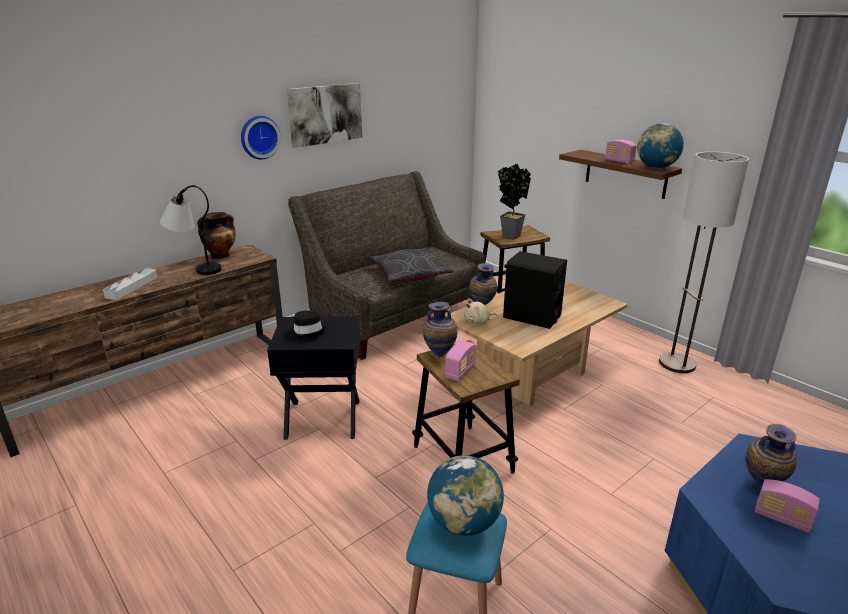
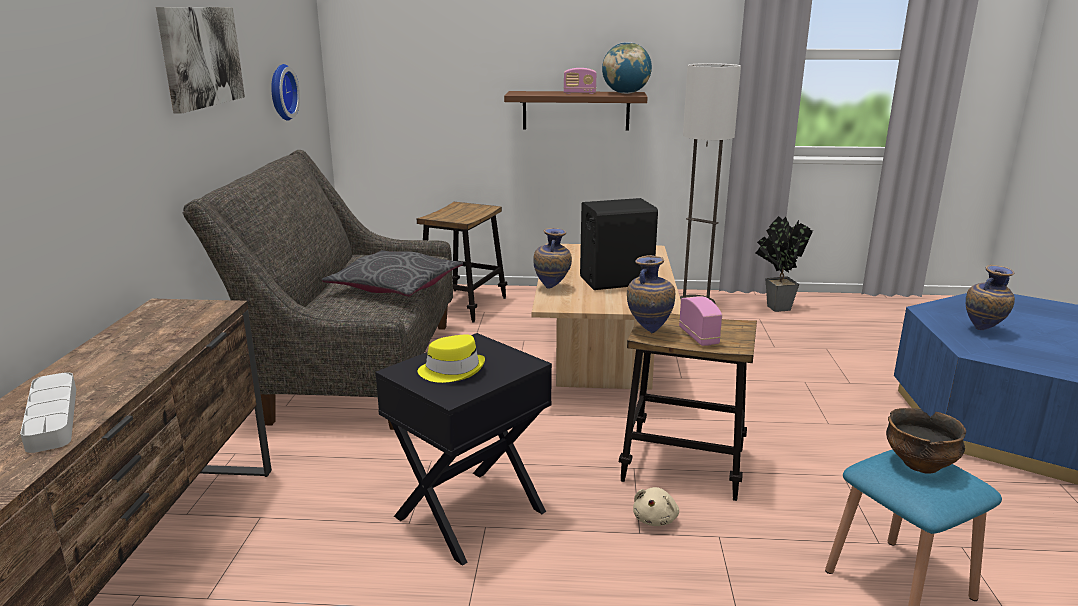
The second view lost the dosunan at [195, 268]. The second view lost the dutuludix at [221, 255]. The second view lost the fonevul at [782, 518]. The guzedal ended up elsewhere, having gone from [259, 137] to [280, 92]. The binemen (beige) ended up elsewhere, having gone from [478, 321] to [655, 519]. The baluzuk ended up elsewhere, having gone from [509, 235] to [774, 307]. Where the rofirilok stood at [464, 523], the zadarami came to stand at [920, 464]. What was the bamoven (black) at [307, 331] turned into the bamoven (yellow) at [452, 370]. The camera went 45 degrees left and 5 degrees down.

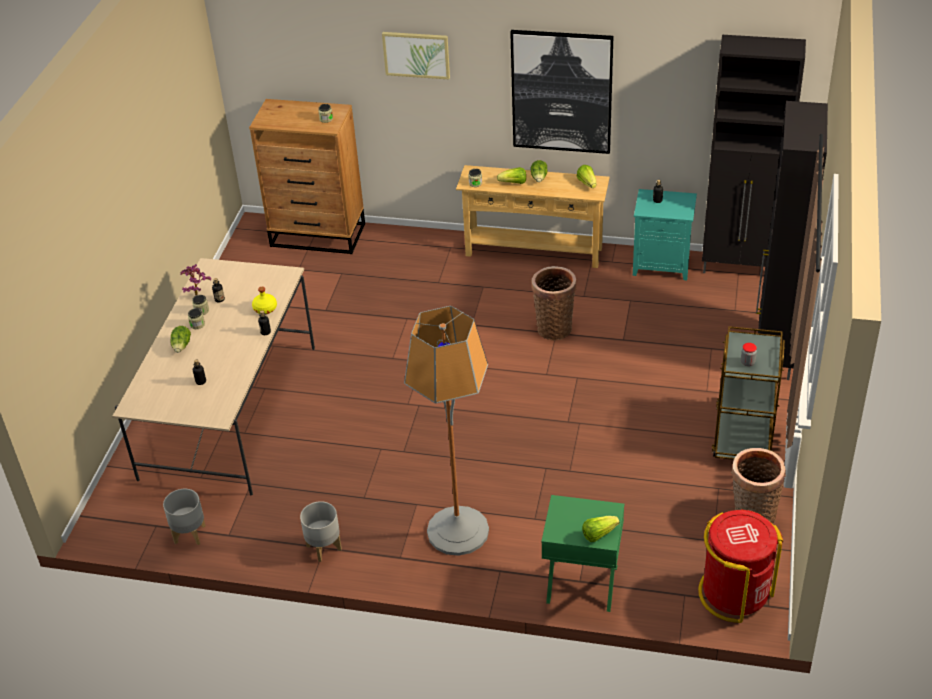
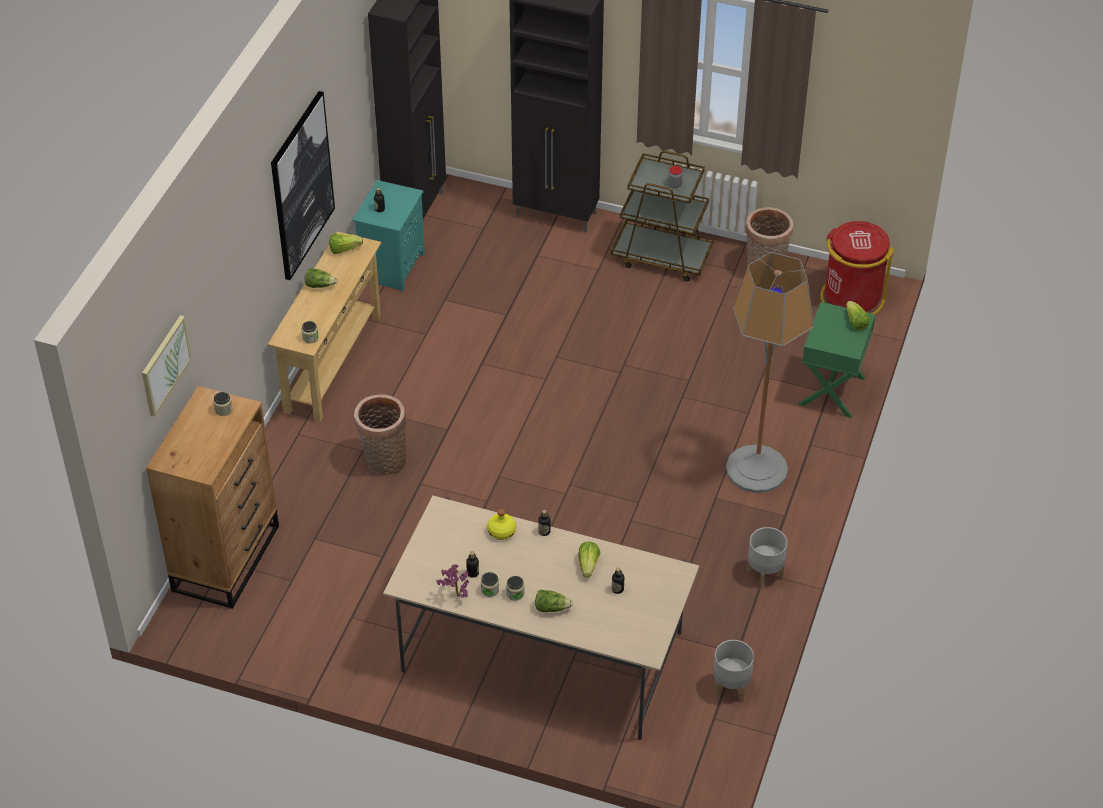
The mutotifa ended up elsewhere, having gone from [416, 54] to [165, 365]. The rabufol ended up elsewhere, having gone from [513, 183] to [588, 565]. The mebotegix ended up elsewhere, having gone from [554, 327] to [383, 461]. The camera went 85 degrees left and 5 degrees up.

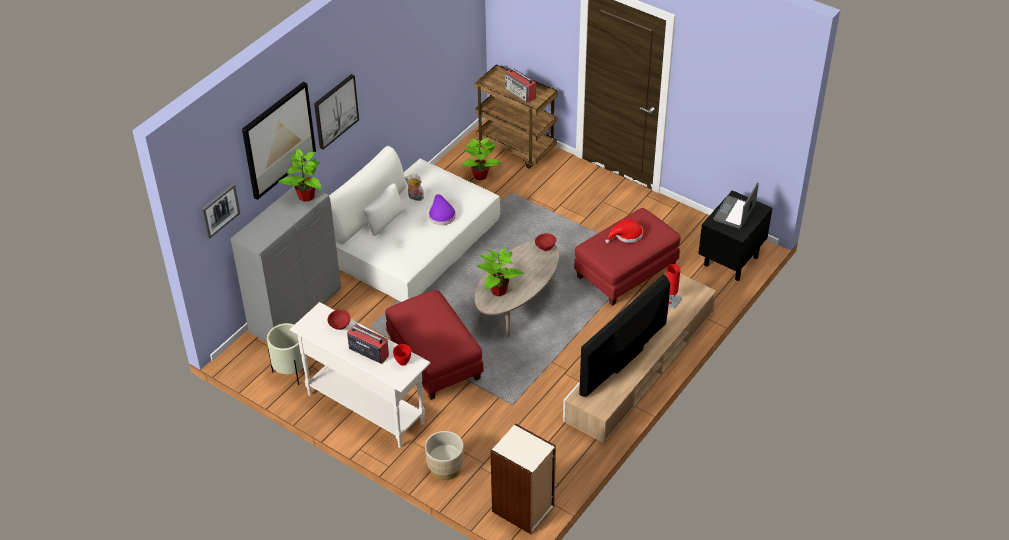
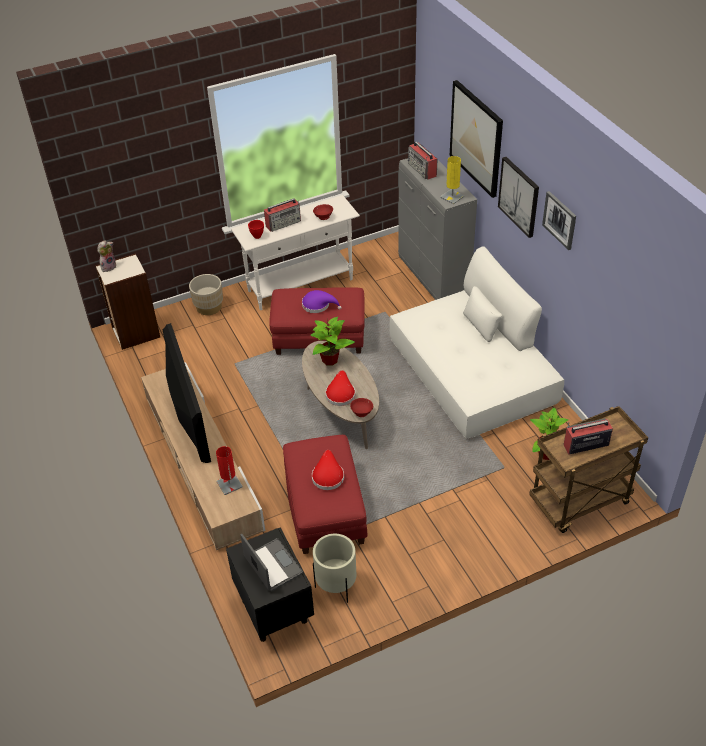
The second view gained the bamoven (red) at [340, 393]. The second view gained the fonevul at [422, 170]. The mutotifa ended up elsewhere, having gone from [219, 210] to [560, 220]. The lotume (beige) ended up elsewhere, having gone from [291, 372] to [336, 586]. The binemen ended up elsewhere, having gone from [415, 197] to [108, 266]. The bamoven (purple) ended up elsewhere, having gone from [441, 215] to [318, 305]. Where the baluzuk stood at [306, 196], the dosunan (yellow) came to stand at [452, 197]. The camera went 120 degrees right and 0 degrees up.

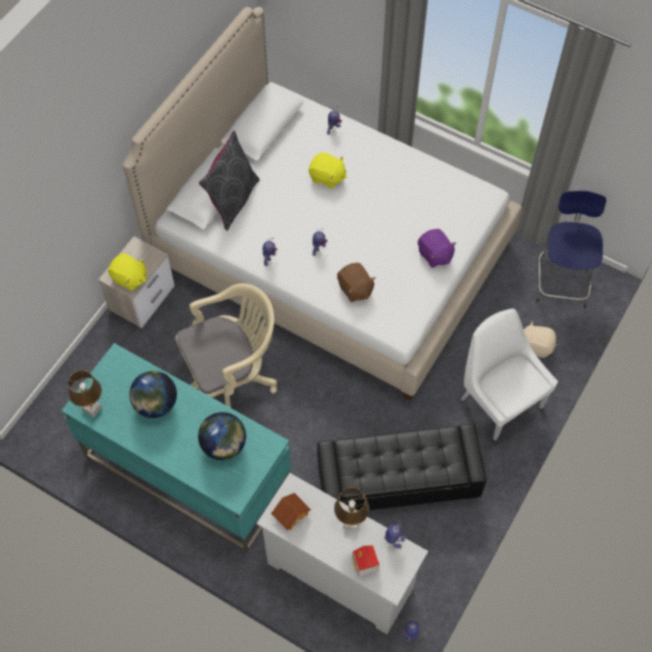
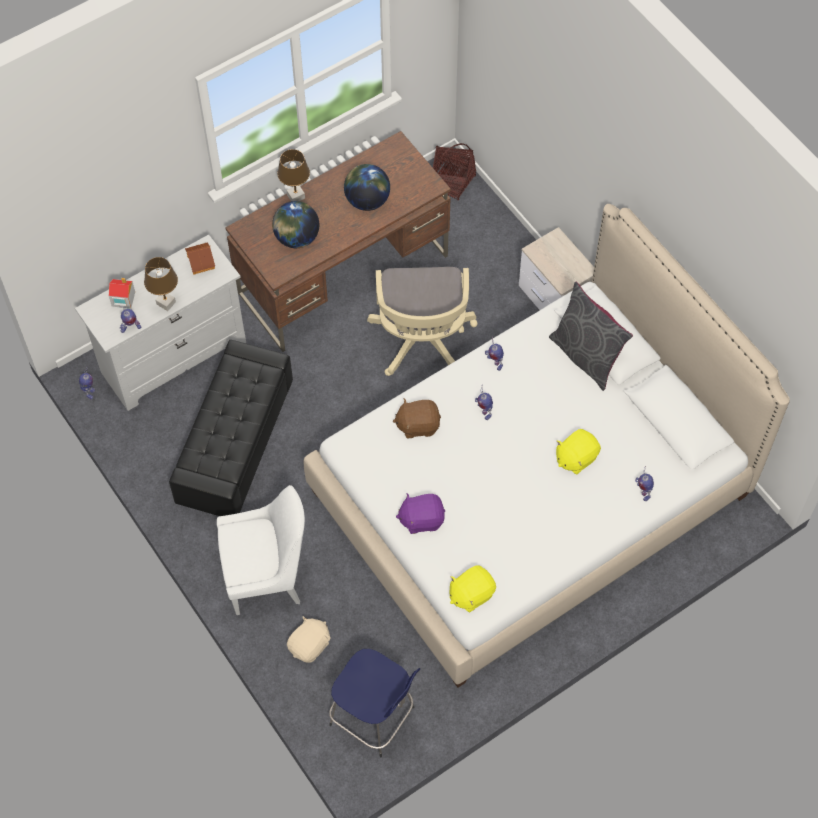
The second view gained the mebotegix at [451, 181]. The dosunan (brown) ended up elsewhere, having gone from [92, 409] to [296, 196]. The binemen (yellow) ended up elsewhere, having gone from [129, 278] to [471, 594]. What was the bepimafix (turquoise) at [186, 470] turned into the bepimafix (brown) at [344, 274]. The camera went 115 degrees right and 0 degrees up.

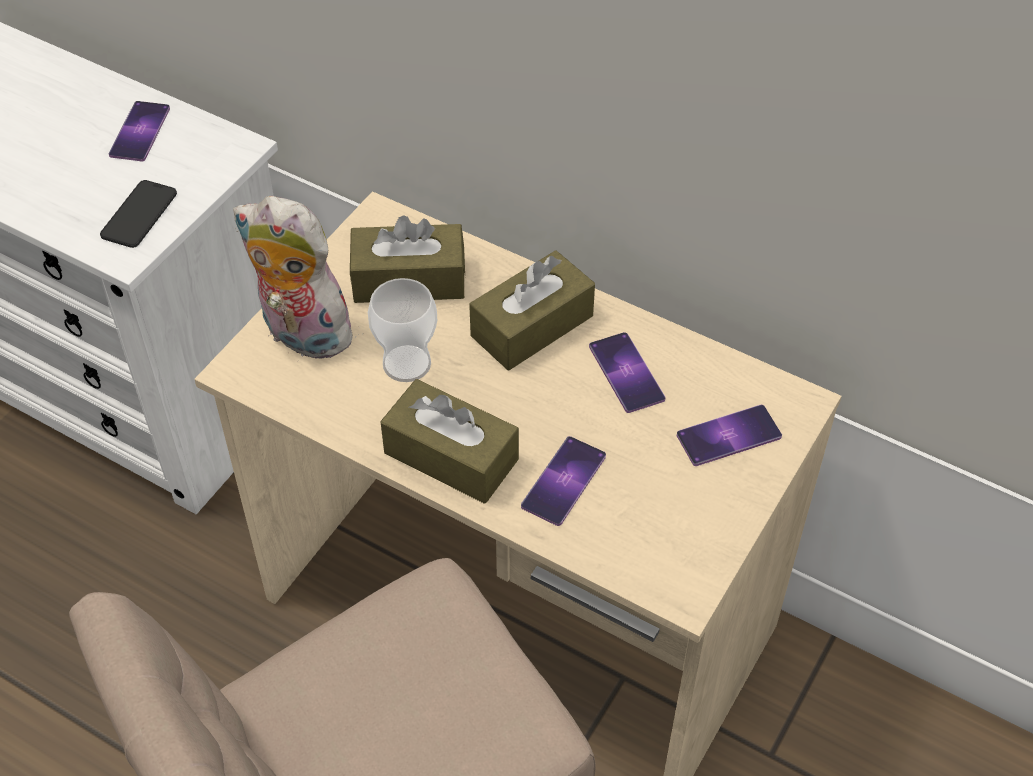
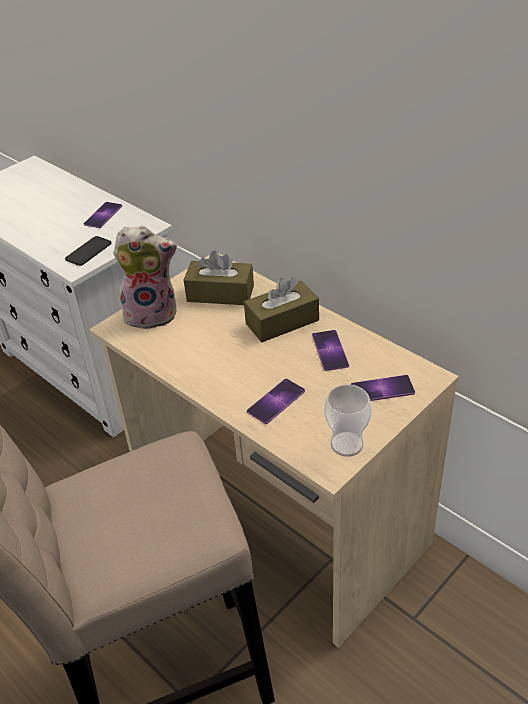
The second view lost the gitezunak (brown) at [451, 456]. The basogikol ended up elsewhere, having gone from [407, 363] to [347, 444]. The binemen at [301, 335] ended up facing another way, 135 degrees clockwise from before. The camera went 15 degrees right and 10 degrees down.

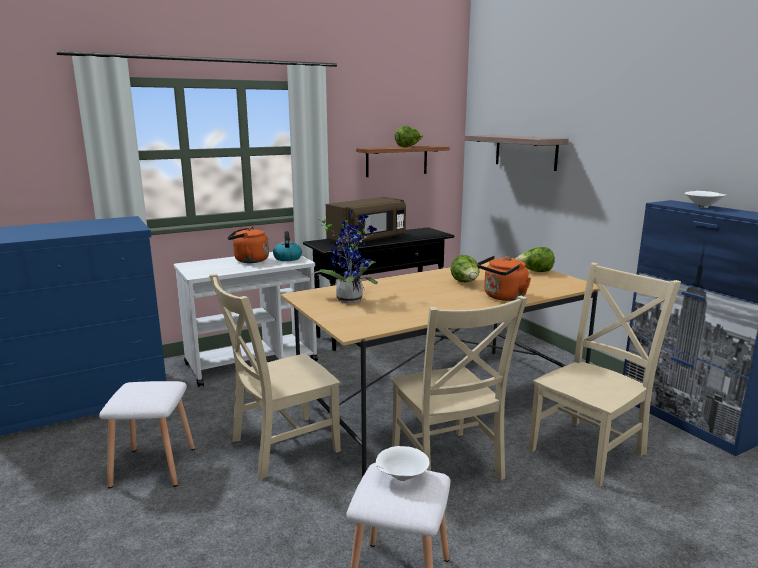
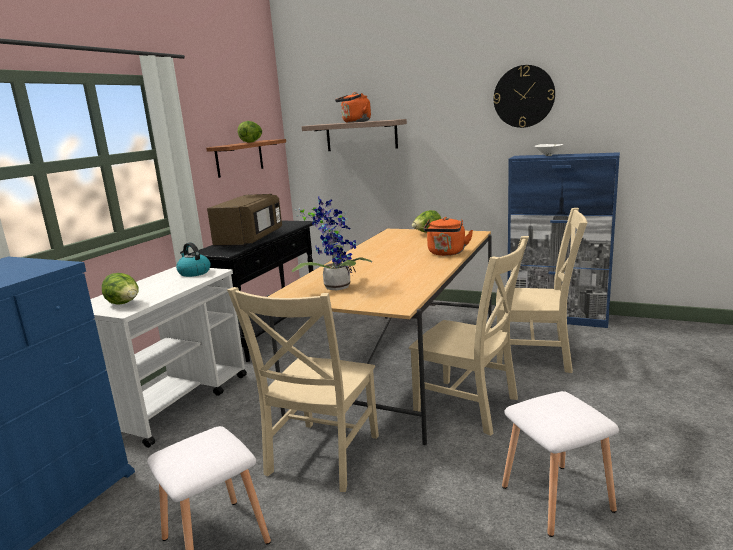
The second view lost the zadarami (white) at [401, 477]. The second view gained the guzedal at [524, 96]. The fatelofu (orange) ended up elsewhere, having gone from [249, 260] to [355, 122]. The rabufol ended up elsewhere, having gone from [465, 283] to [124, 304]. The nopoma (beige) at [590, 450] ended up facing another way, 90 degrees clockwise from before. The camera went 35 degrees left and 0 degrees up.

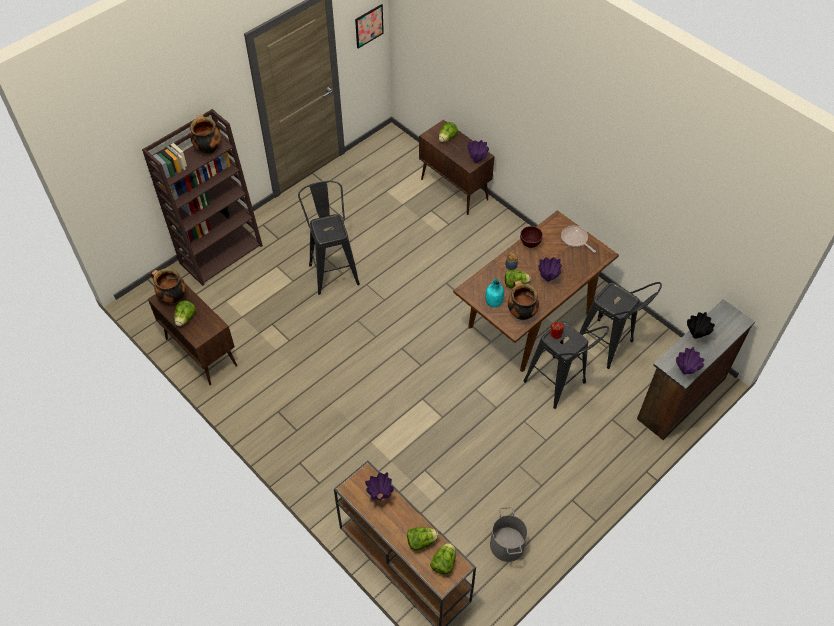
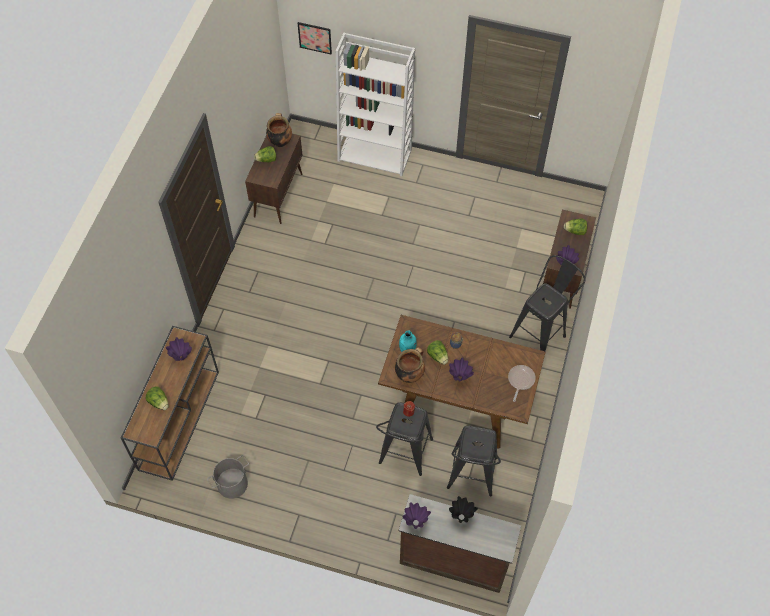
The second view lost the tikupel at [208, 148]. The second view lost the rabufol at [443, 563]. The second view lost the zadarami (brown) at [529, 245]. The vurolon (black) ended up elsewhere, having gone from [333, 270] to [541, 333]. The mutotifa ended up elsewhere, having gone from [369, 26] to [315, 37]. What was the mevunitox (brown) at [221, 253] turned into the mevunitox (white) at [375, 155]. The camera went 60 degrees right and 5 degrees up.

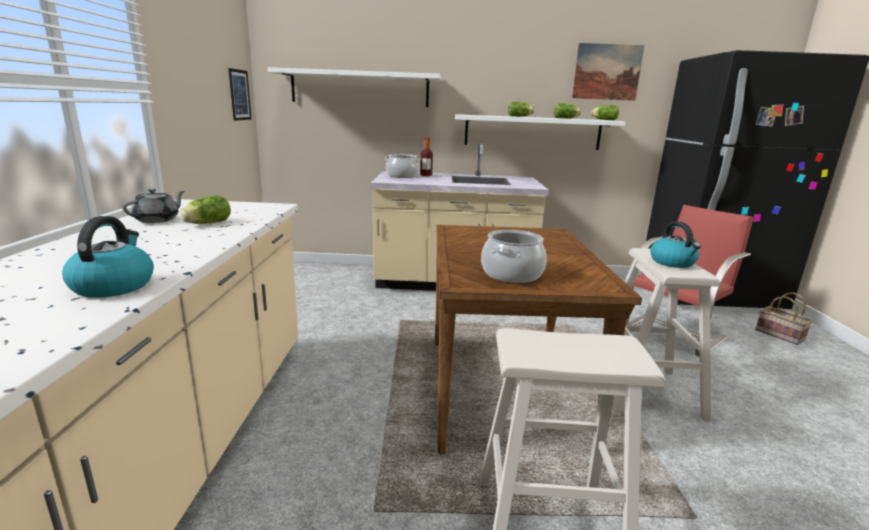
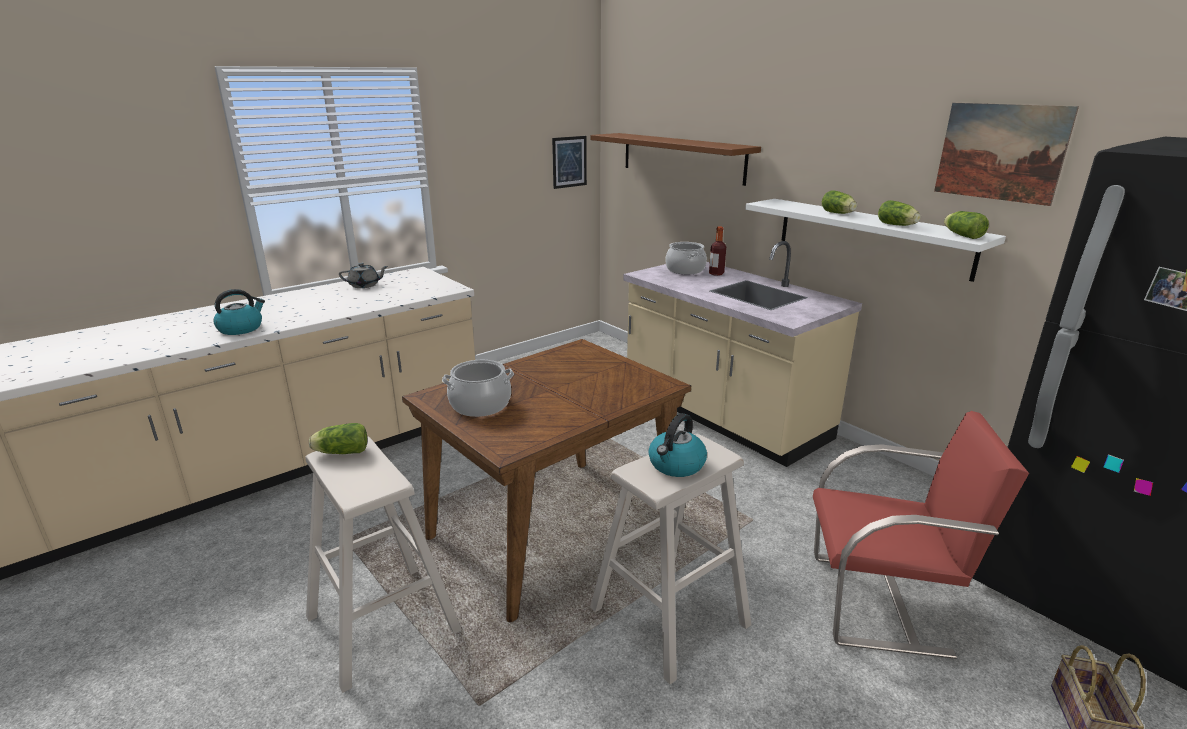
The rabufol ended up elsewhere, having gone from [206, 223] to [340, 452]. What was the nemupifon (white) at [360, 88] turned into the nemupifon (brown) at [681, 157]. The camera went 50 degrees right and 5 degrees up.

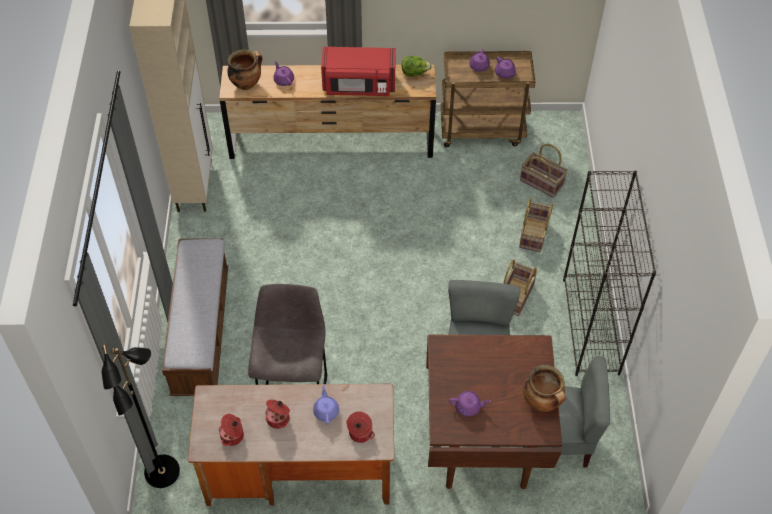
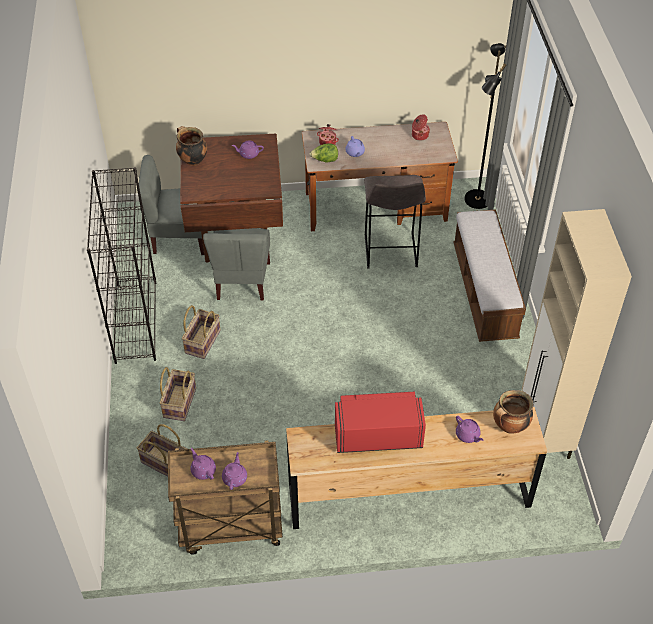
The second view lost the tikupel at [278, 418]. The rabufol ended up elsewhere, having gone from [415, 73] to [325, 160]. The camera went 175 degrees right and 5 degrees down.

